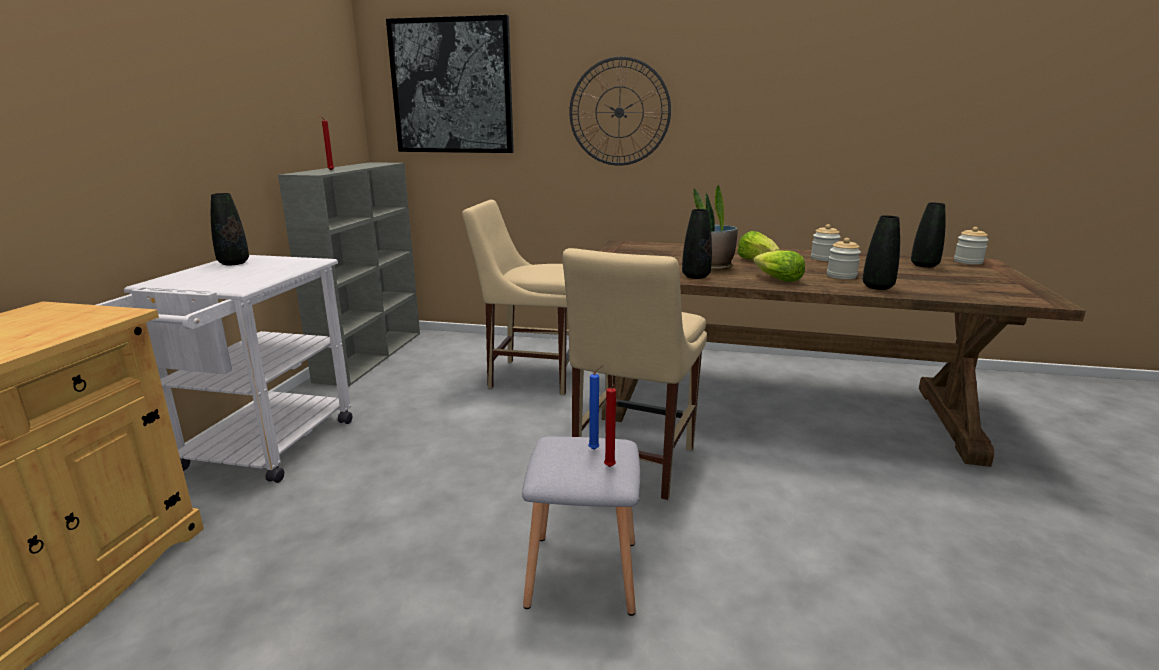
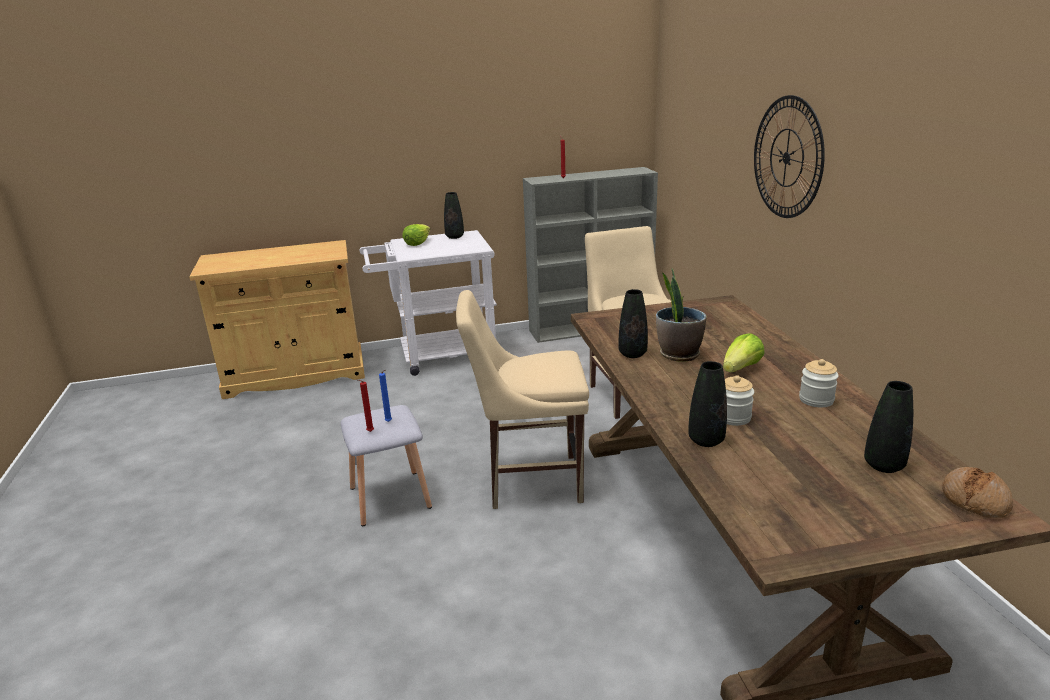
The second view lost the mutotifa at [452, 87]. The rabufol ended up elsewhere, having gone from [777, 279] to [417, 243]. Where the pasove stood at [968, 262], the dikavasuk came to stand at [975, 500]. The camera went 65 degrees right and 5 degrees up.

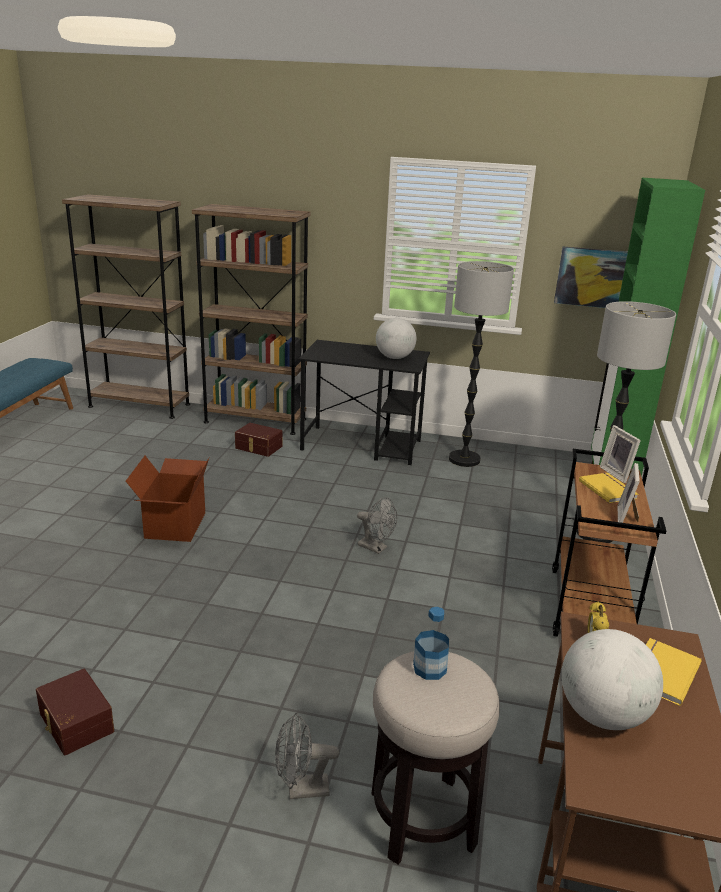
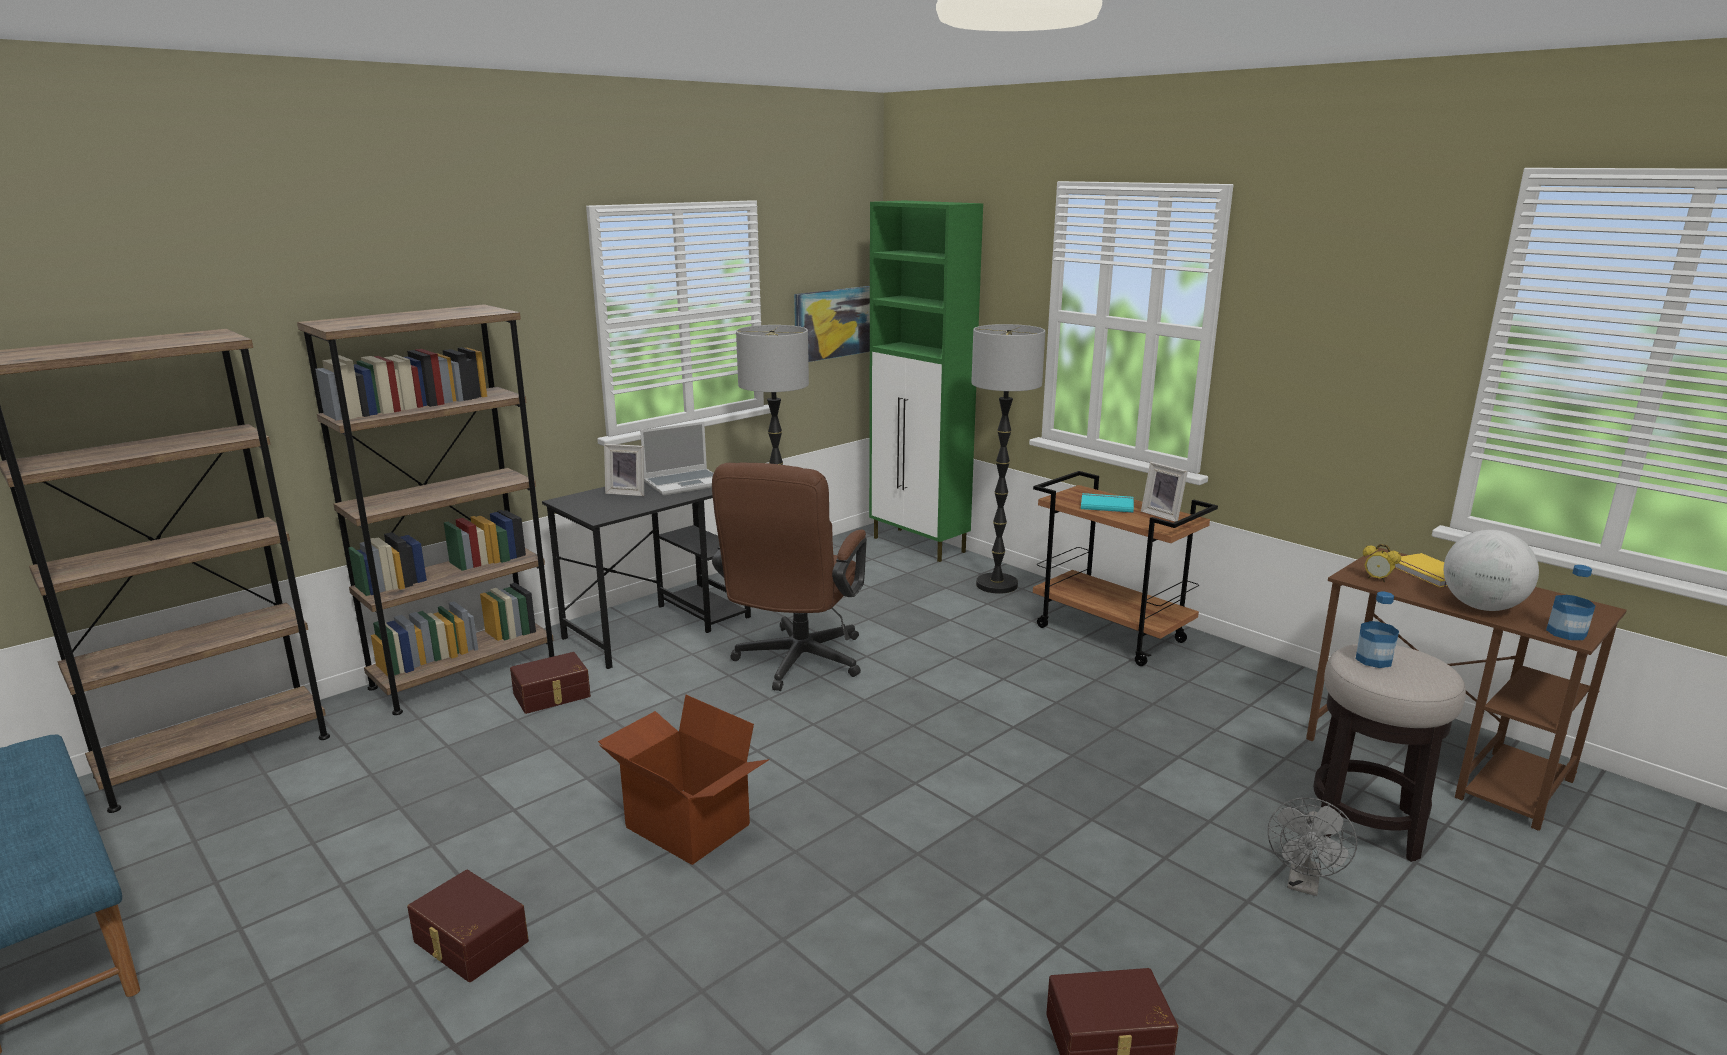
The second view lost the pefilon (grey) at [376, 548]. The second view gained the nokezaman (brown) at [469, 943]. The second view gained the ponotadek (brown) at [795, 665]. The second view gained the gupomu at [1566, 633]. The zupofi ended up elsewhere, having gone from [618, 474] to [627, 492]. Where the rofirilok stood at [394, 358], the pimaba came to stand at [685, 483]. What was the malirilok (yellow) at [608, 489] turned into the malirilok (turquoise) at [1106, 505]. The camera went 55 degrees left and 5 degrees down.

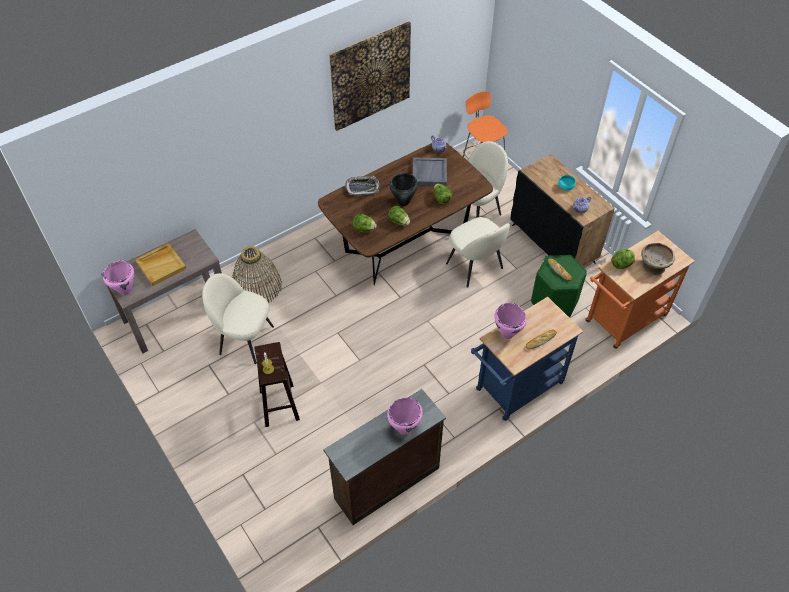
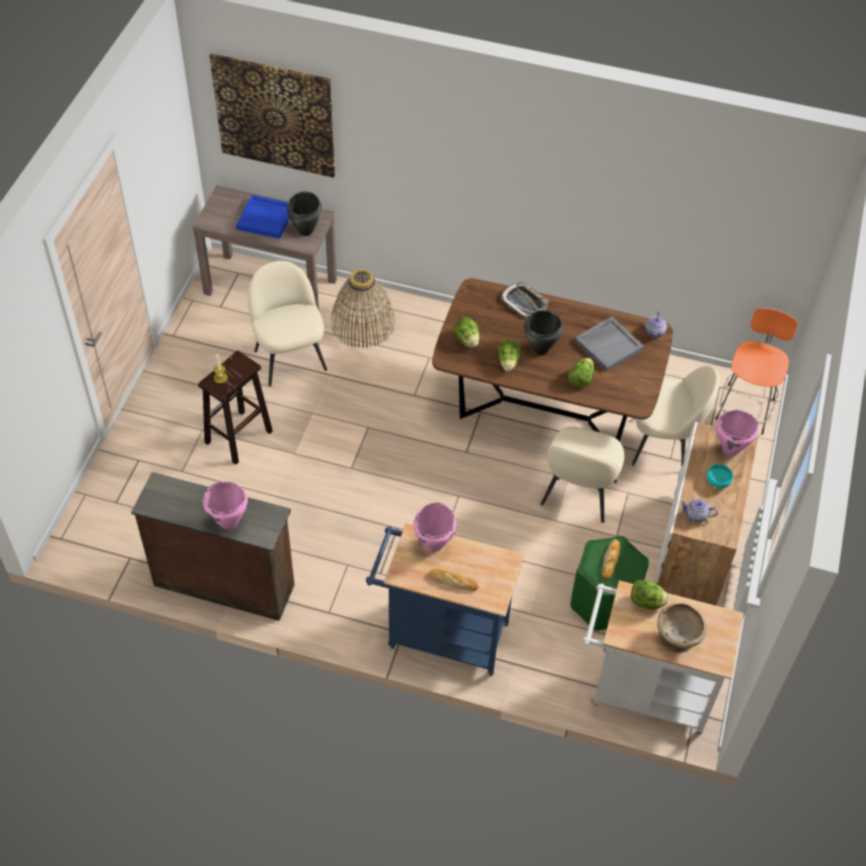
The second view gained the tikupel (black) at [306, 231]. The tikupel (pink) ended up elsewhere, having gone from [125, 290] to [730, 450]. The mutotifa ended up elsewhere, having gone from [370, 76] to [275, 115]. What was the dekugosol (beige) at [161, 265] turned into the dekugosol (blue) at [266, 218]. What was the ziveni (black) at [553, 244] turned into the ziveni (white) at [693, 552]. What was the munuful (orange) at [622, 321] turned into the munuful (white) at [643, 691]. The camera went 50 degrees right and 0 degrees up.

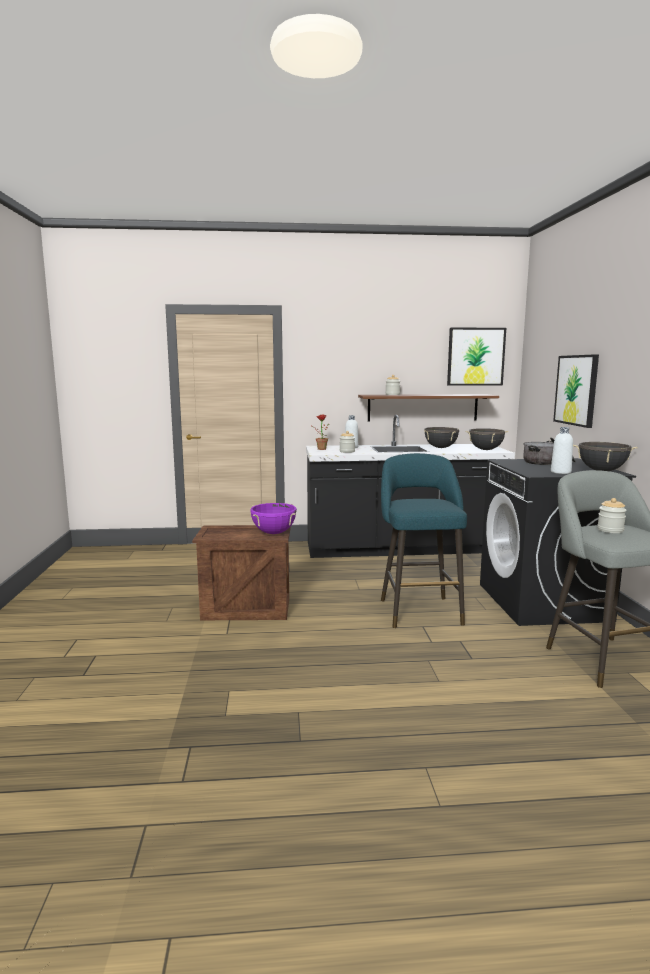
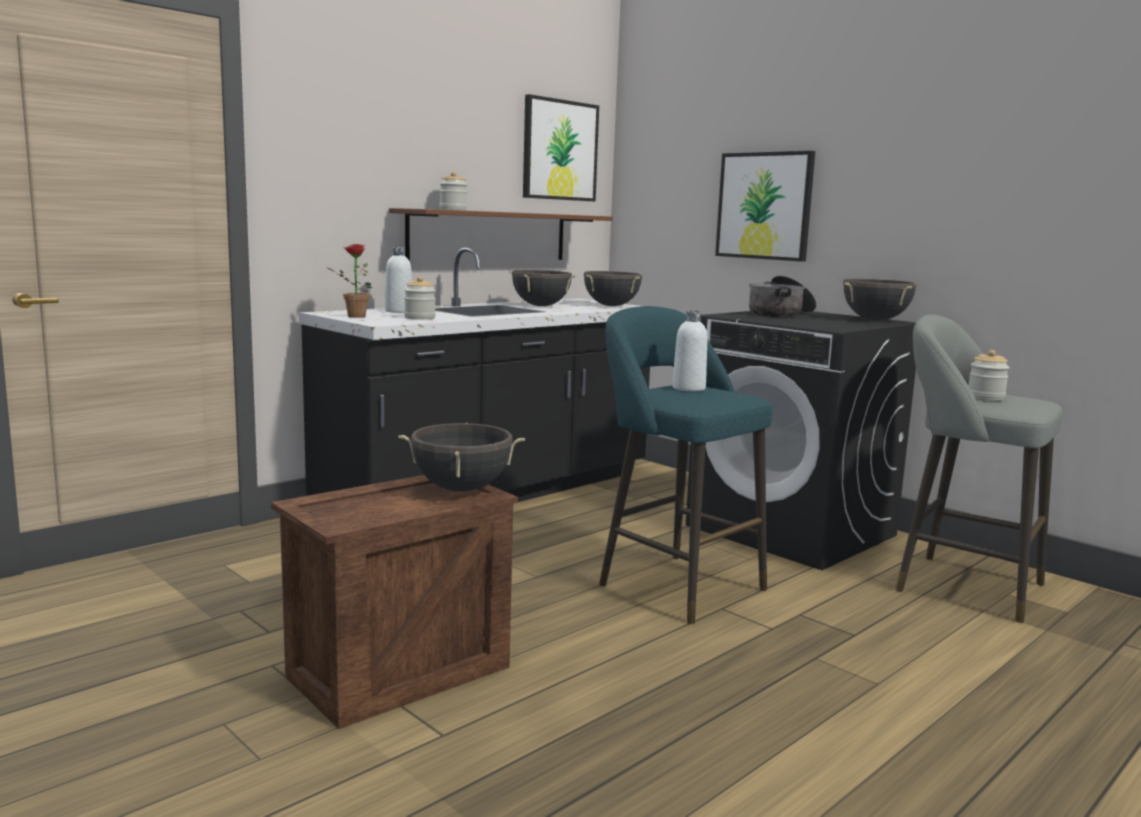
The gupomu (white) ended up elsewhere, having gone from [560, 472] to [688, 388]. What was the tikupel (purple) at [273, 533] turned into the tikupel (black) at [461, 489]. The camera went 40 degrees left and 0 degrees up.

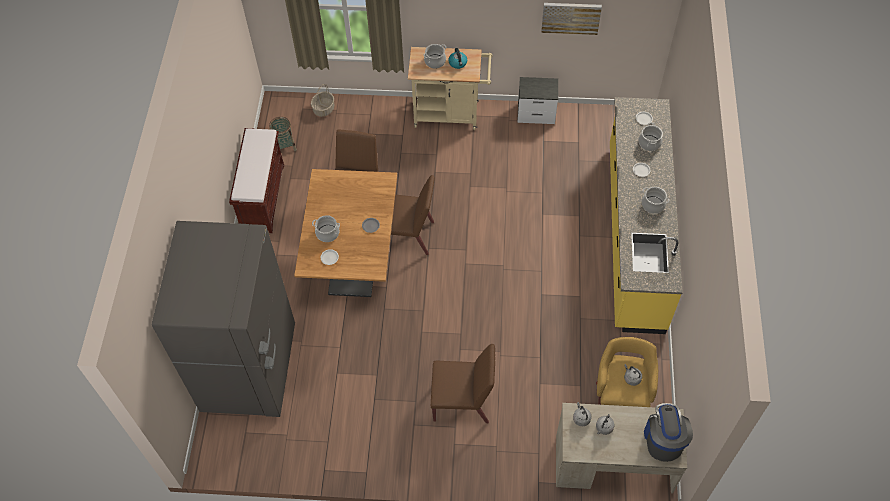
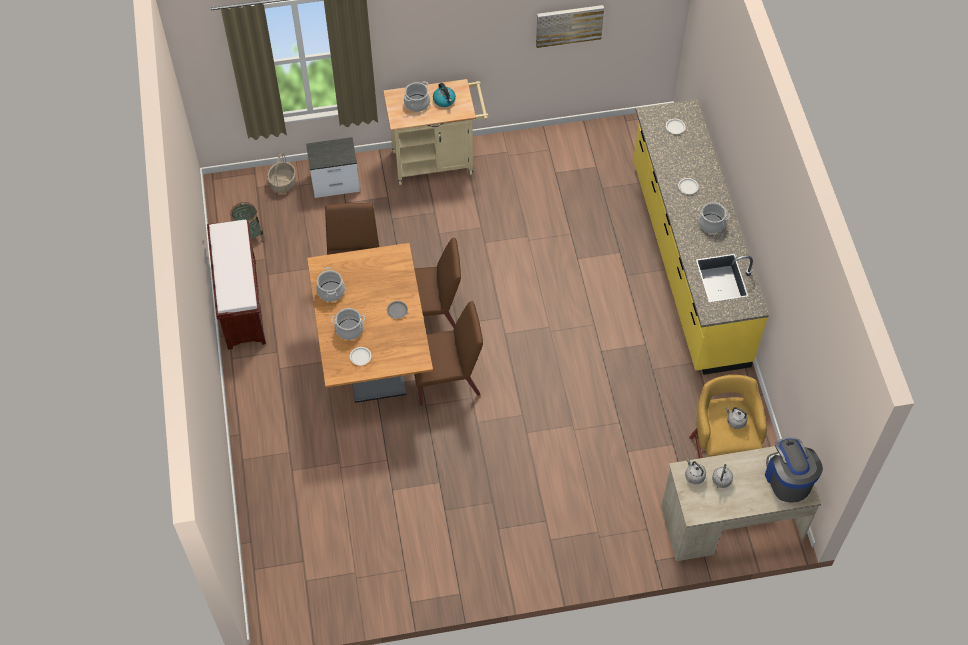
The second view lost the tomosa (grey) at [250, 368]. The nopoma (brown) ended up elsewhere, having gone from [462, 401] to [446, 379]. The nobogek ended up elsewhere, having gone from [537, 114] to [336, 182]. The tikupel ended up elsewhere, having gone from [649, 143] to [331, 291]. The camera went 15 degrees left and 0 degrees up.

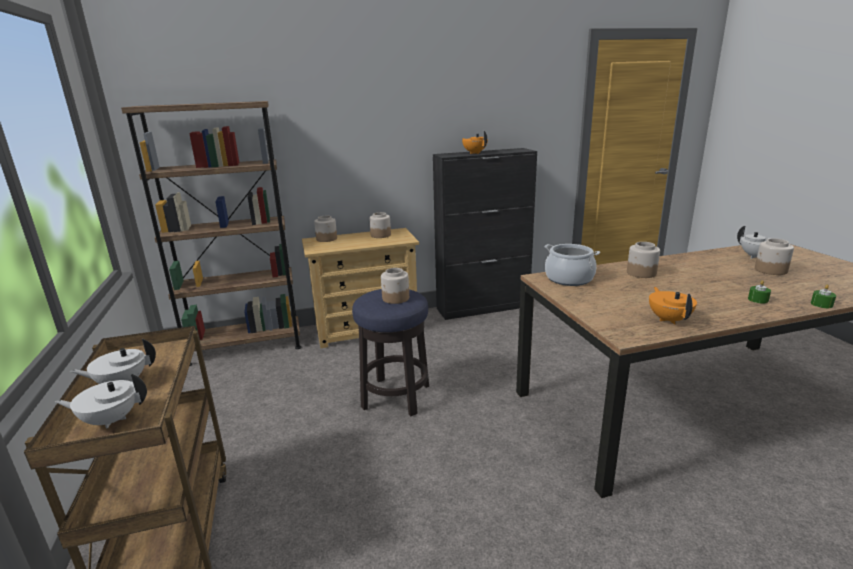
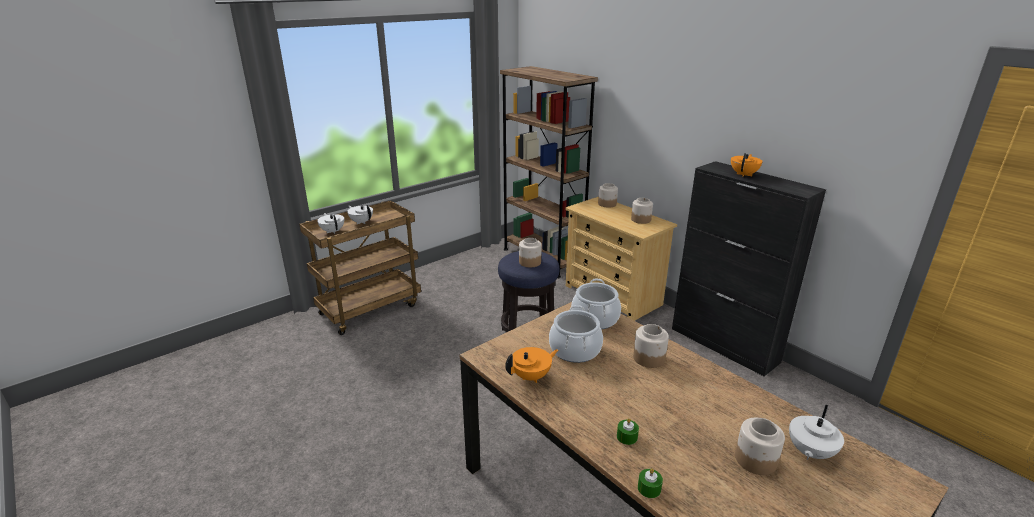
The second view gained the tikupel at [575, 349]. The camera went 65 degrees right and 5 degrees up.

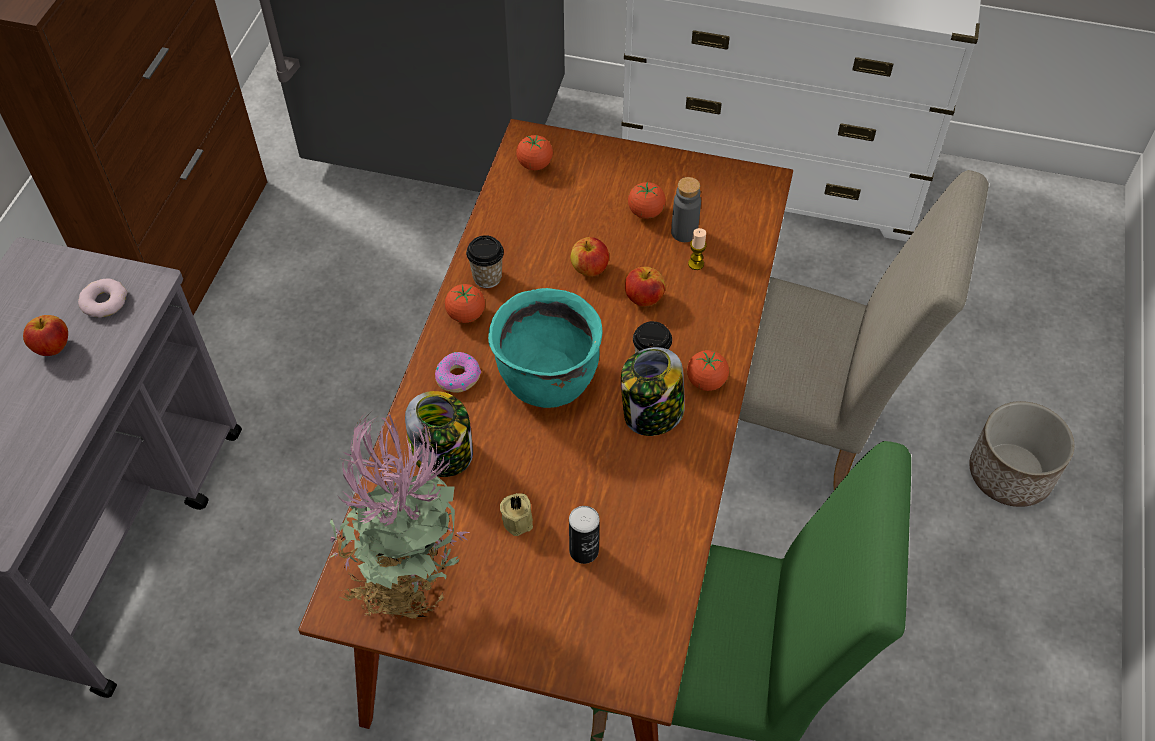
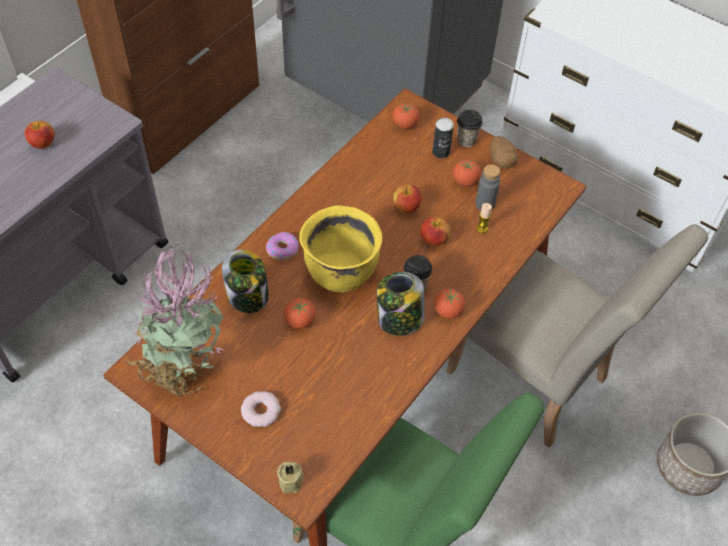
The second view gained the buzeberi at [501, 160]. The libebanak ended up elsewhere, having gone from [104, 301] to [261, 411]. The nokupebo ended up elsewhere, having gone from [466, 314] to [300, 321]. The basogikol ended up elsewhere, having gone from [487, 277] to [466, 140]. The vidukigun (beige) ended up elsewhere, having gone from [518, 519] to [292, 481]. The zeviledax ended up elsewhere, having gone from [584, 551] to [441, 152]. What was the tikupel (turquoise) at [547, 379] turned into the tikupel (yellow) at [340, 271]. The camera went 20 degrees right and 0 degrees up.

